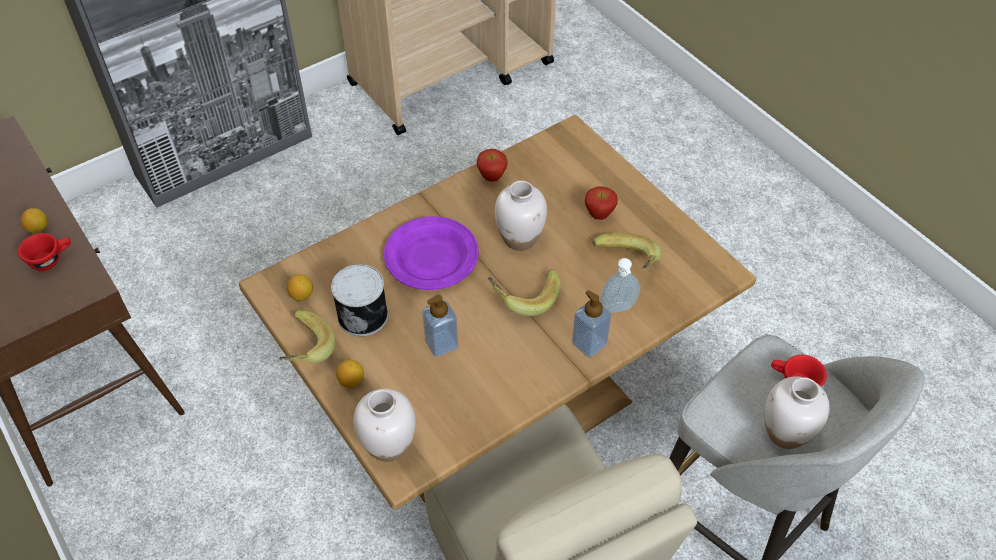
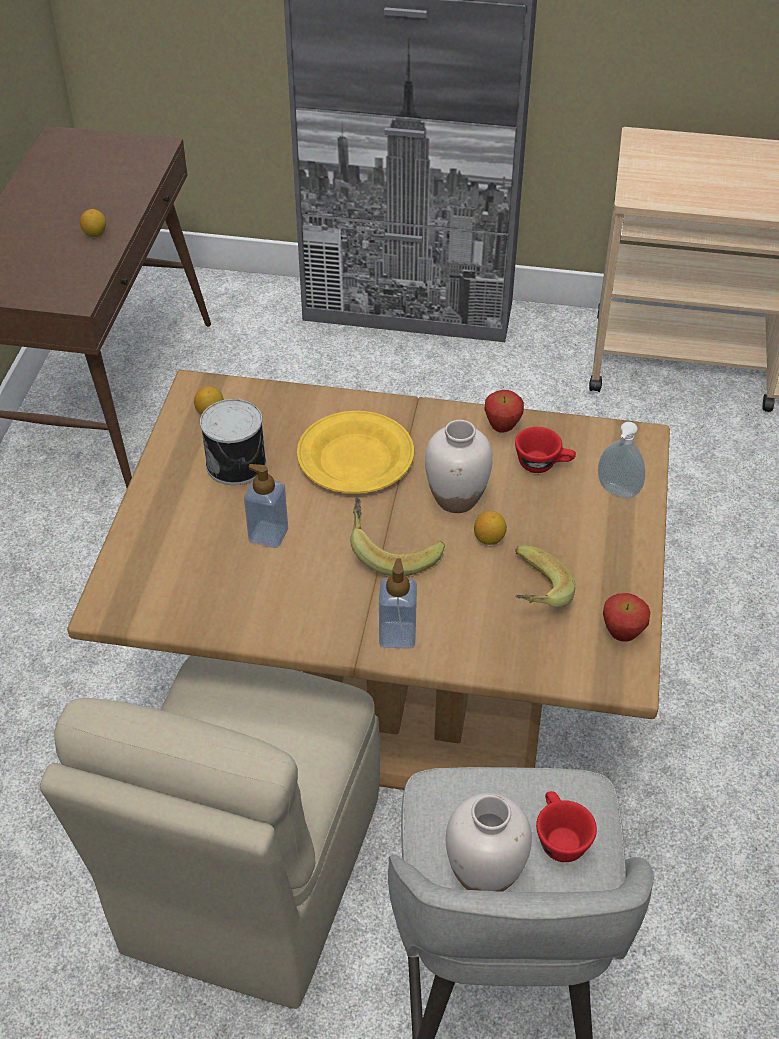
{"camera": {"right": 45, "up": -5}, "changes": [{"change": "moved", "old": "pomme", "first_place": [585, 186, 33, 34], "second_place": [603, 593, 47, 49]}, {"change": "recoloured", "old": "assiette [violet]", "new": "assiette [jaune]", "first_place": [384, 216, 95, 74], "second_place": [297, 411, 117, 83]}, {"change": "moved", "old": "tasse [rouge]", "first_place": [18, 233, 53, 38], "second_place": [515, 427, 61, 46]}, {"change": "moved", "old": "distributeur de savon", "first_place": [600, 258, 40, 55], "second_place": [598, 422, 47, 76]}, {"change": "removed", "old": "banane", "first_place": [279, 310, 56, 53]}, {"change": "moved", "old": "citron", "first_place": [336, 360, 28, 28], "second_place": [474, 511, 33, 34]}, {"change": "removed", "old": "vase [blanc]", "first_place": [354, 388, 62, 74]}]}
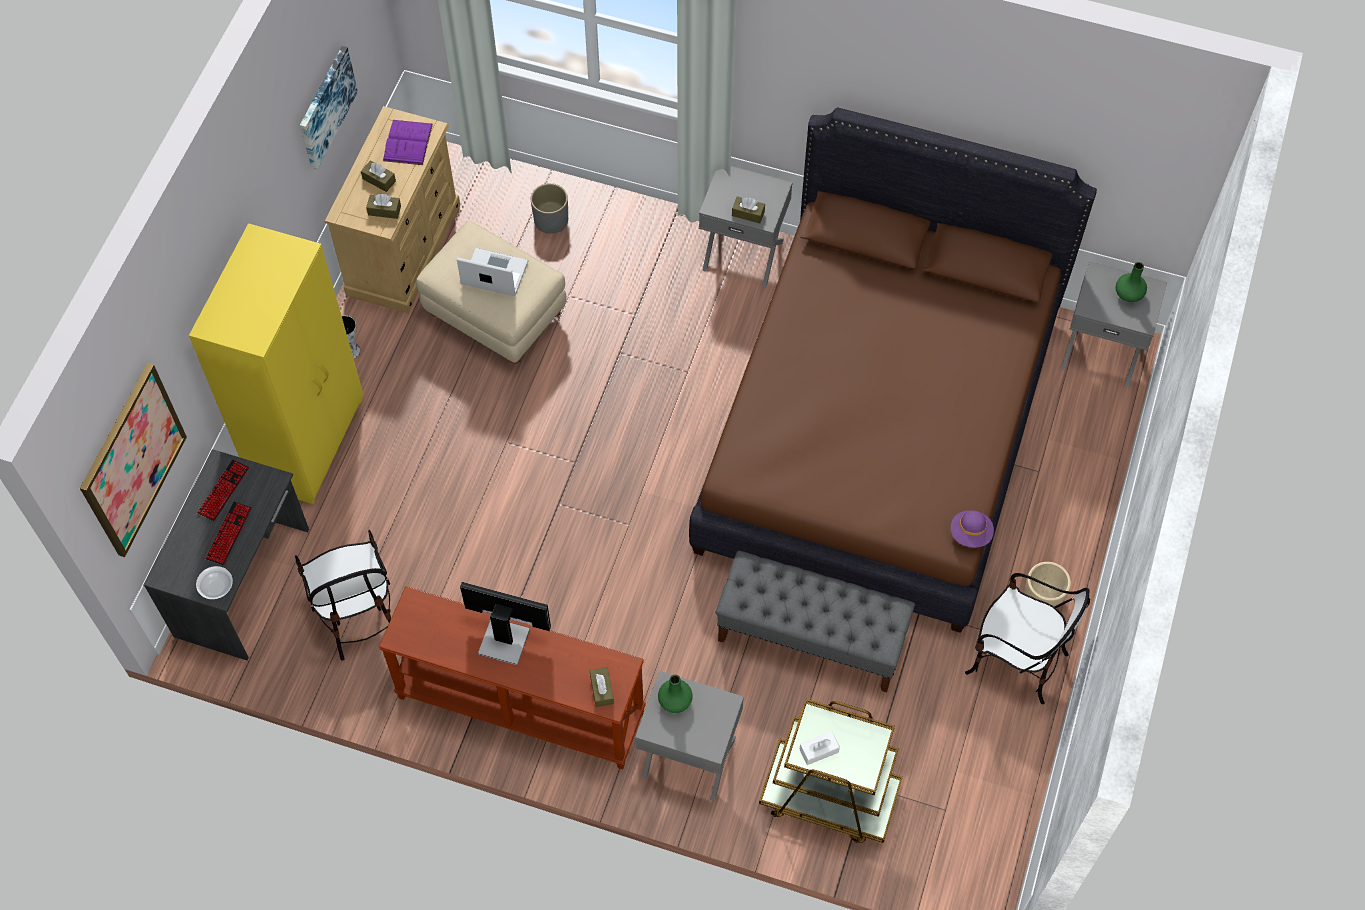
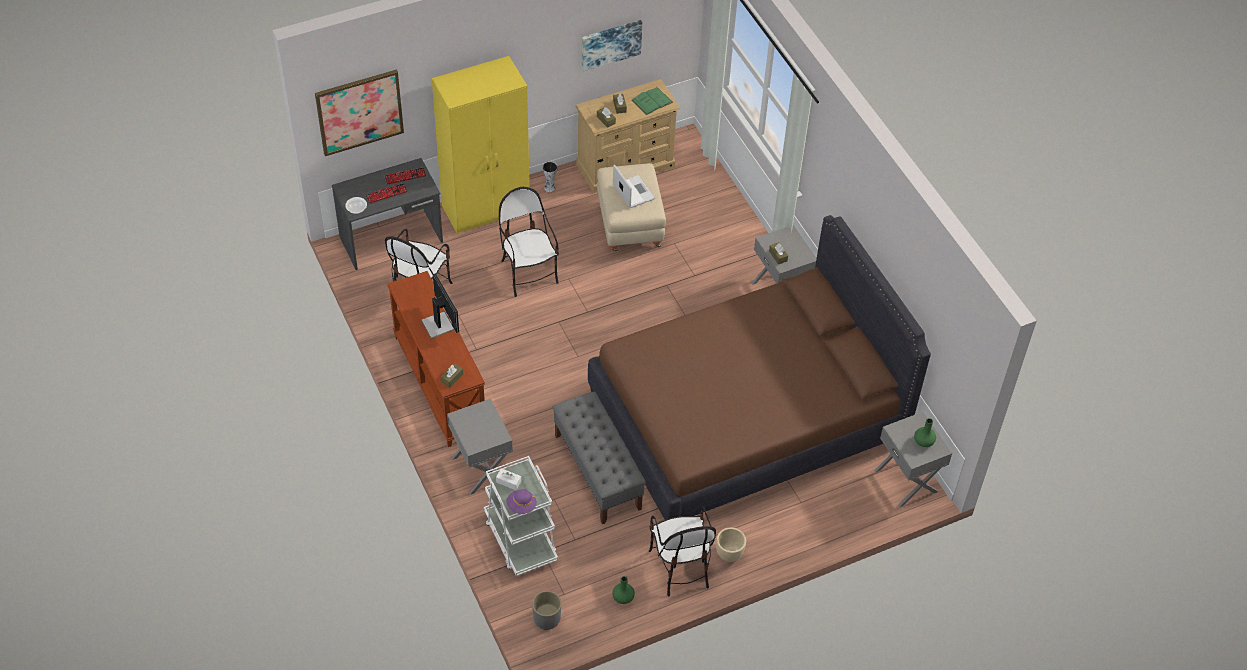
{"camera": {"right": 45, "up": -10}, "changes": [{"change": "recoloured", "old": "livre [violet]", "new": "livre [vert]", "first_place": [383, 120, 50, 45], "second_place": [631, 87, 42, 28]}, {"change": "moved", "old": "cache-pot [gris]", "first_place": [531, 183, 37, 51], "second_place": [532, 591, 29, 39]}, {"change": "moved", "old": "chapeau [violet]", "first_place": [951, 511, 43, 36], "second_place": [506, 489, 31, 25]}, {"change": "moved", "old": "vase [vert]", "first_place": [658, 675, 35, 38], "second_place": [612, 576, 23, 28]}, {"change": "recoloured", "old": "chariot [marron]", "new": "chariot [blanc]", "first_place": [759, 699, 144, 144], "second_place": [484, 456, 74, 120]}, {"change": "added", "new": "chaise", "second_place": [499, 187, 60, 110]}]}
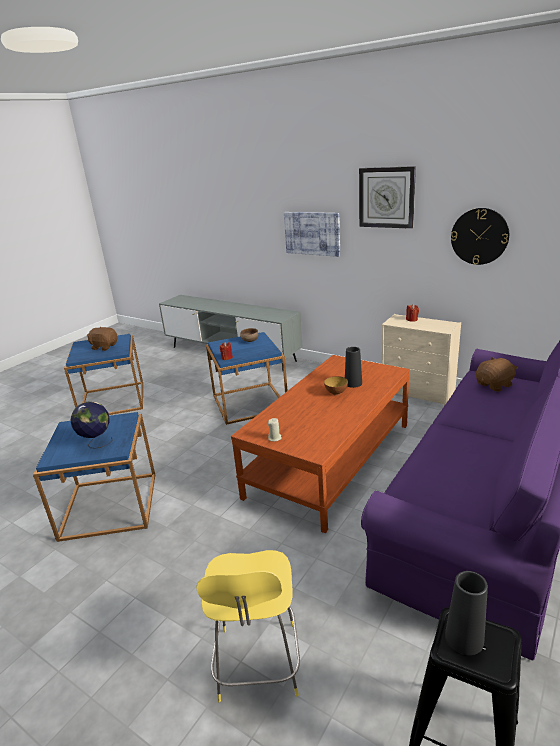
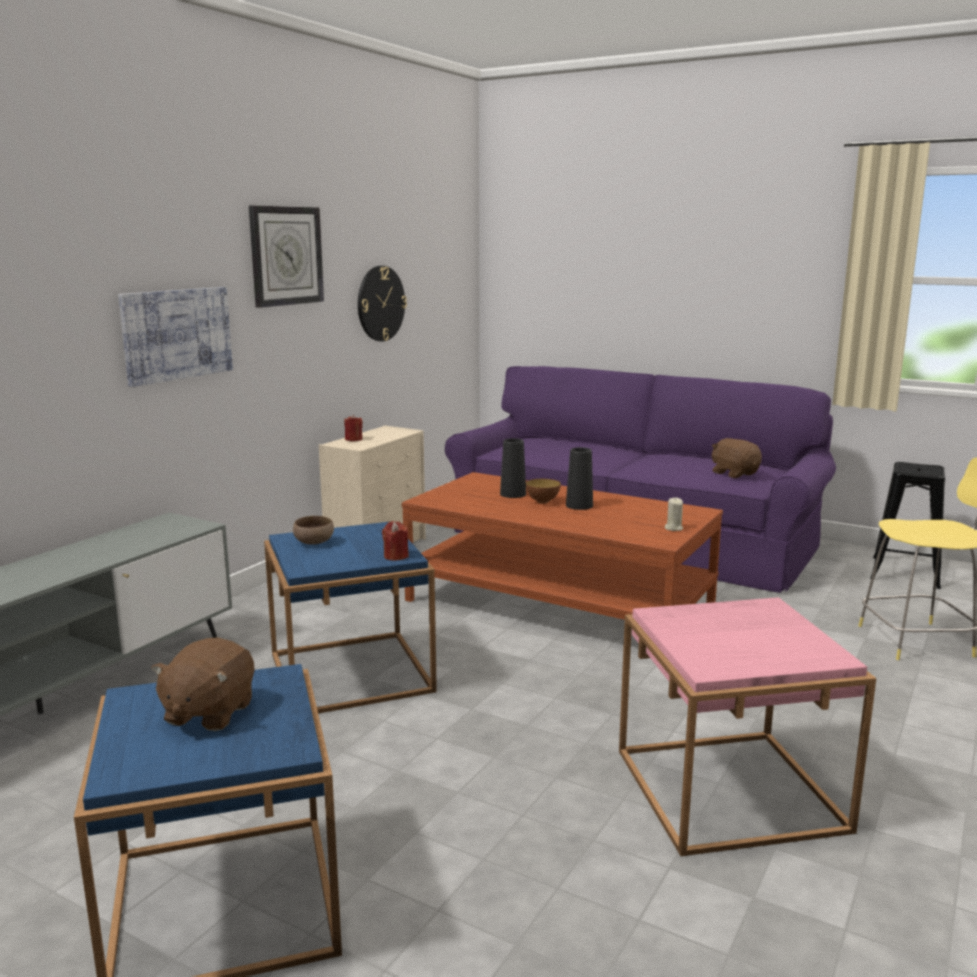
{"camera": {"right": -95, "up": -10}, "changes": [{"change": "moved", "old": "peluche [marron]", "first_place": [476, 357, 42, 35], "second_place": [711, 438, 51, 40]}, {"change": "removed", "old": "globe", "first_place": [70, 402, 42, 47]}, {"change": "recoloured", "old": "table d'appoint [bleu]", "new": "table d'appoint [rose]", "first_place": [33, 412, 122, 130], "second_place": [619, 597, 257, 259]}, {"change": "moved", "old": "vase [noir]", "first_place": [445, 571, 43, 84], "second_place": [566, 447, 27, 63]}]}
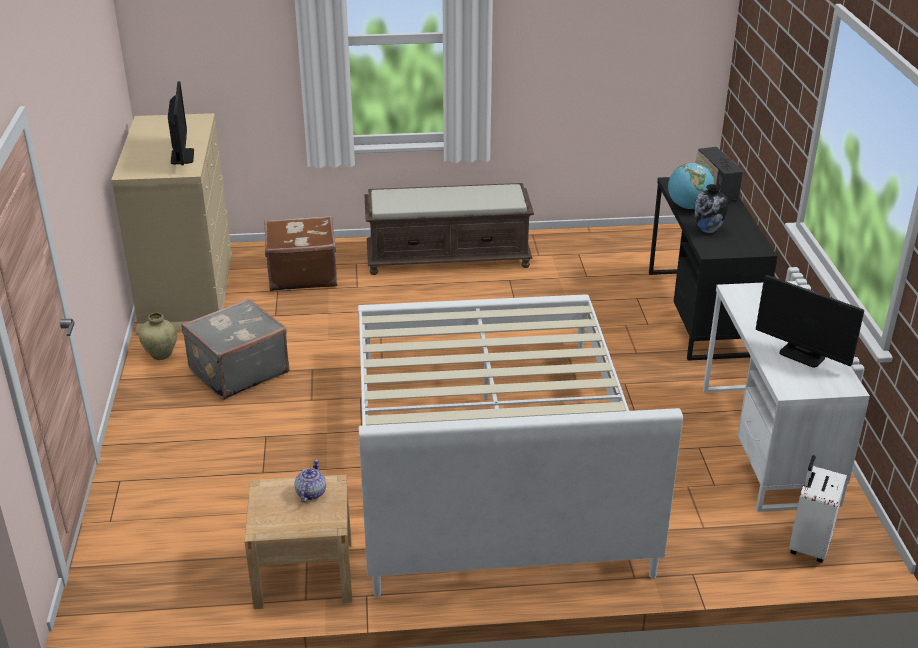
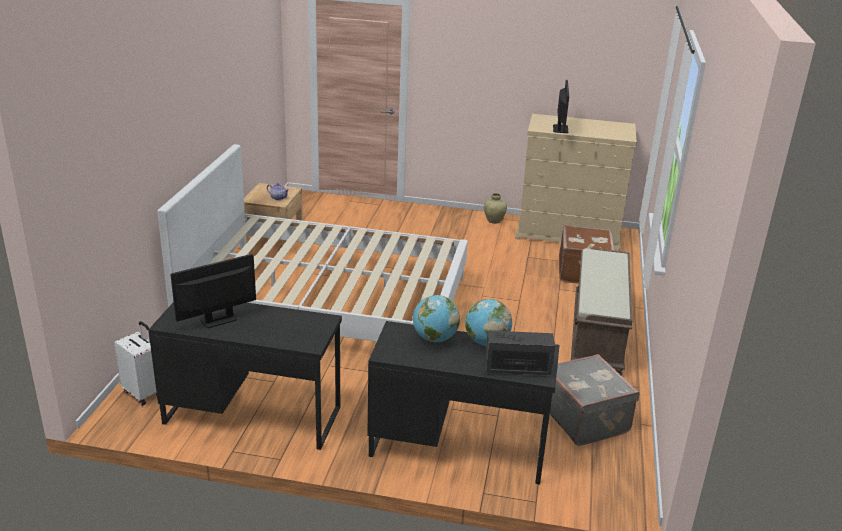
{"camera": {"right": 105, "up": -5}, "changes": [{"change": "turned", "old": "écran d'ordinateur", "first_place": [168, 81, 26, 84], "second_place": [553, 80, 16, 53], "degrees": -90}, {"change": "replaced", "old": "vase", "new": "globe", "first_place": [695, 184, 33, 49], "second_place": [413, 295, 47, 47]}, {"change": "recoloured", "old": "bureau [blanc]", "new": "bureau [noir]", "first_place": [703, 281, 167, 231], "second_place": [148, 302, 194, 148]}, {"change": "moved", "old": "valise [gris]", "first_place": [181, 298, 108, 102], "second_place": [550, 354, 89, 92]}]}
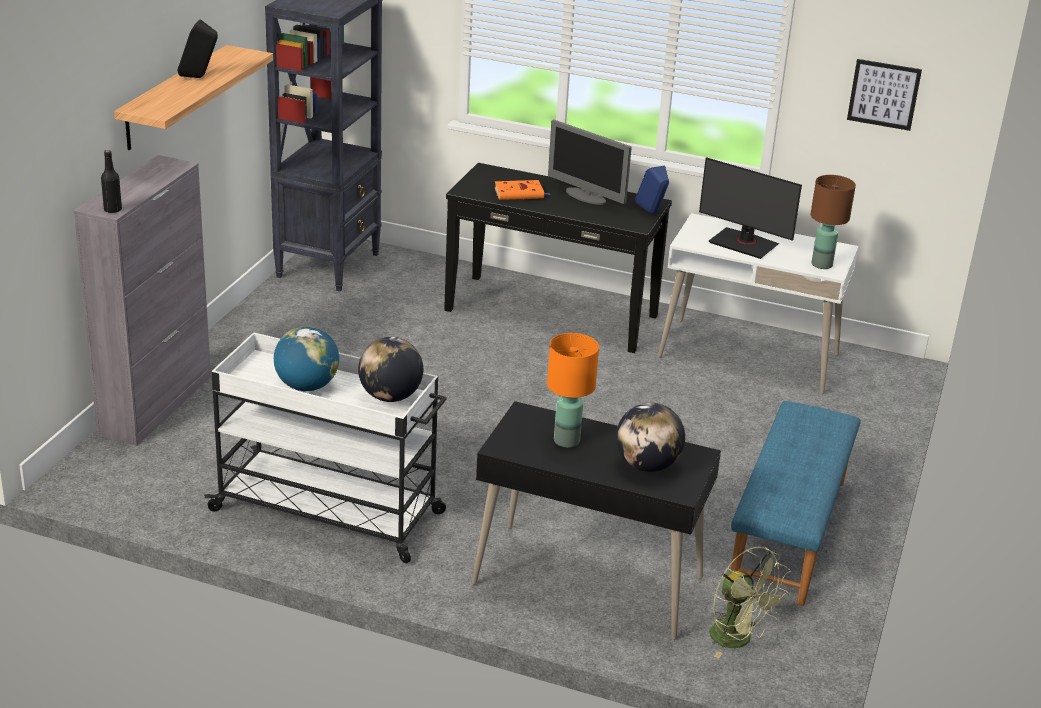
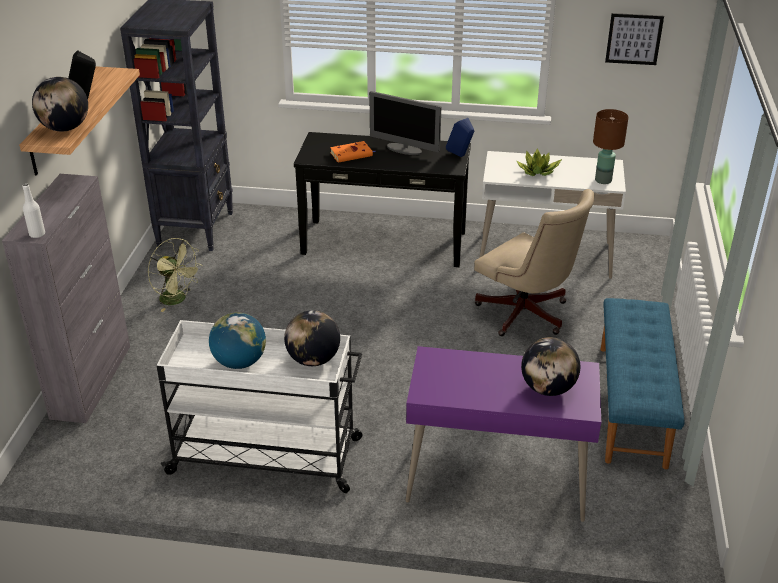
{"camera": {"right": -10, "up": 5}, "changes": [{"change": "recoloured", "old": "bouteille [noir]", "new": "bouteille [blanc]", "first_place": [101, 150, 21, 63], "second_place": [22, 184, 23, 54]}, {"change": "replaced", "old": "écran d'ordinateur", "new": "plante en pot", "first_place": [699, 157, 103, 102], "second_place": [517, 148, 45, 28]}, {"change": "removed", "old": "lampe de table [orange]", "first_place": [547, 333, 52, 115]}, {"change": "recoloured", "old": "bureau [noir]", "new": "bureau [violet]", "first_place": [472, 401, 249, 239], "second_place": [406, 346, 195, 176]}, {"change": "moved", "old": "ventilateur [vert]", "first_place": [709, 547, 81, 111], "second_place": [148, 238, 54, 74]}, {"change": "added", "new": "globe", "second_place": [32, 77, 56, 54]}, {"change": "added", "new": "chaise de bureau [beige]", "second_place": [474, 189, 121, 147]}]}
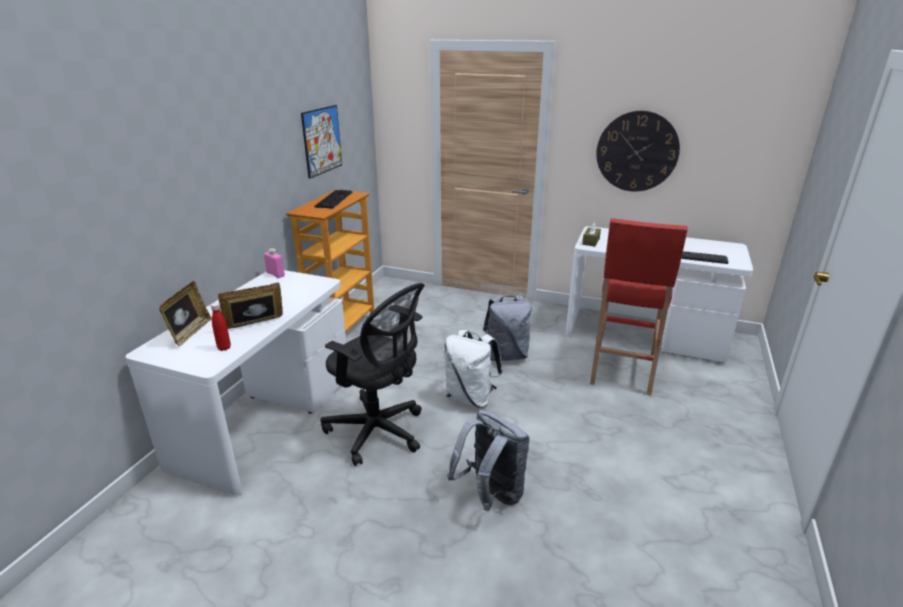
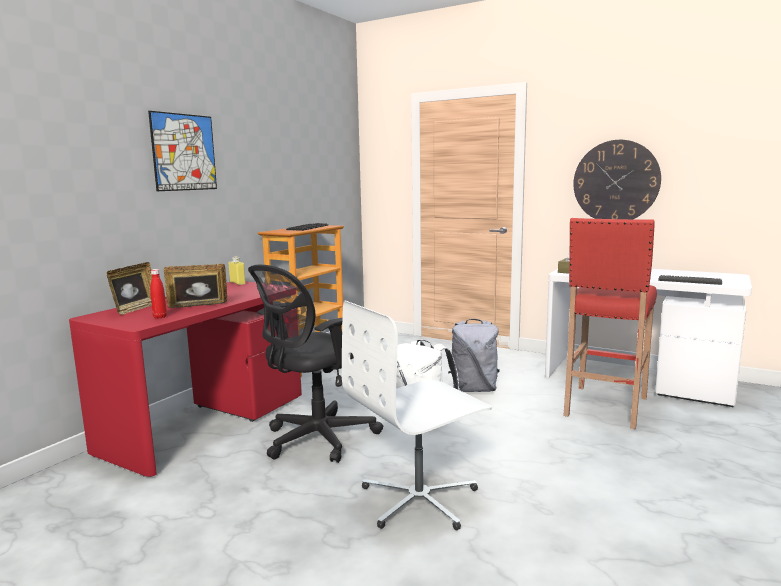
{"camera": {"right": 10, "up": -15}, "changes": [{"change": "moved", "old": "tableau", "first_place": [301, 105, 41, 74], "second_place": [148, 111, 69, 80]}, {"change": "recoloured", "old": "bouteille [rose]", "new": "bouteille [jaune]", "first_place": [264, 248, 21, 30], "second_place": [229, 256, 17, 29]}, {"change": "recoloured", "old": "bureau [blanc]", "new": "bureau [rouge]", "first_place": [125, 270, 221, 225], "second_place": [69, 281, 233, 196]}, {"change": "turned", "old": "chaise de bureau [noir]", "first_place": [321, 283, 104, 183], "second_place": [248, 265, 135, 198], "degrees": 90}, {"change": "replaced", "old": "sac à dos [gris]", "new": "chaise de bureau [blanc]", "first_place": [447, 410, 83, 101], "second_place": [342, 300, 150, 230]}]}
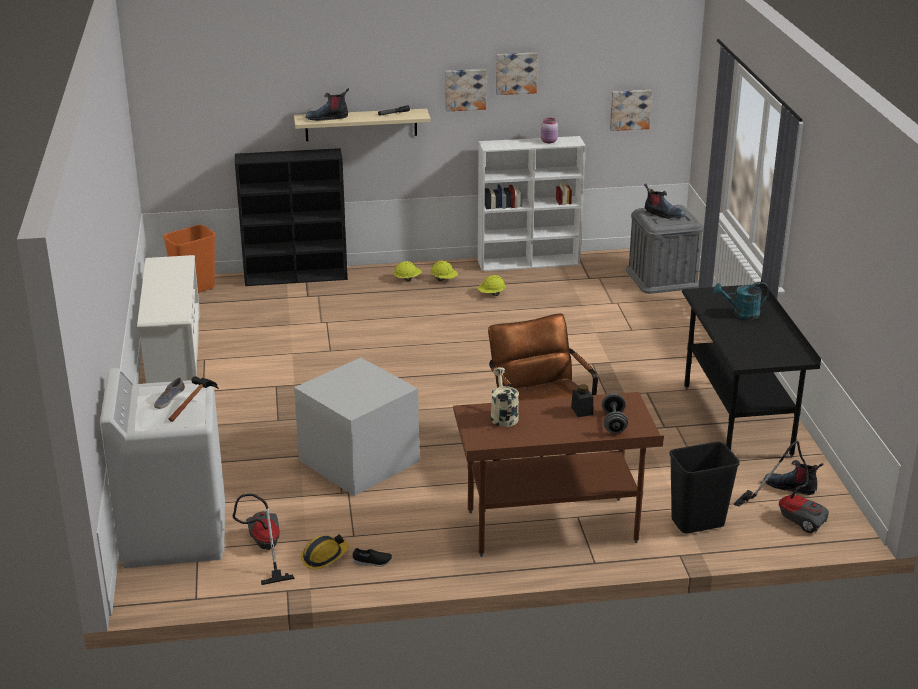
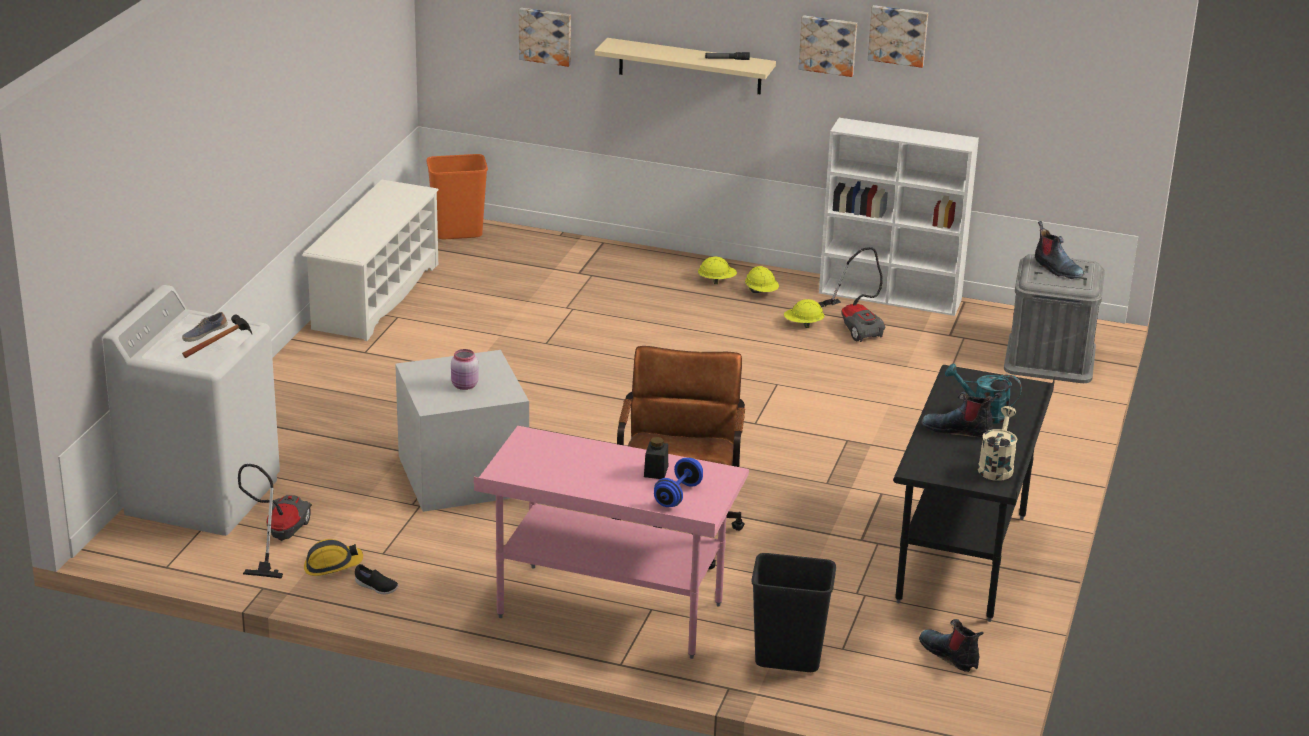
{"camera": {"right": 25, "up": 0}, "changes": [{"change": "moved", "old": "botte", "first_place": [305, 88, 44, 33], "second_place": [921, 392, 79, 45]}, {"change": "moved", "old": "tableau", "first_place": [610, 90, 42, 41], "second_place": [519, 8, 52, 59]}, {"change": "moved", "old": "bocal [rose]", "first_place": [541, 118, 17, 25], "second_place": [451, 349, 28, 41]}, {"change": "removed", "old": "bibliothèque [noir]", "first_place": [235, 148, 113, 138]}, {"change": "moved", "old": "arrosoir [beige]", "first_place": [491, 367, 28, 60], "second_place": [978, 406, 40, 75]}, {"change": "recoloured", "old": "bureau [marron]", "new": "bureau [rose]", "first_place": [453, 392, 211, 165], "second_place": [474, 426, 275, 233]}, {"change": "recoloured", "old": "haltère [gris]", "new": "haltère [bleu]", "first_place": [602, 393, 26, 41], "second_place": [654, 458, 49, 49]}, {"change": "moved", "old": "aspirateur", "first_place": [734, 441, 95, 92], "second_place": [818, 247, 67, 95]}]}
